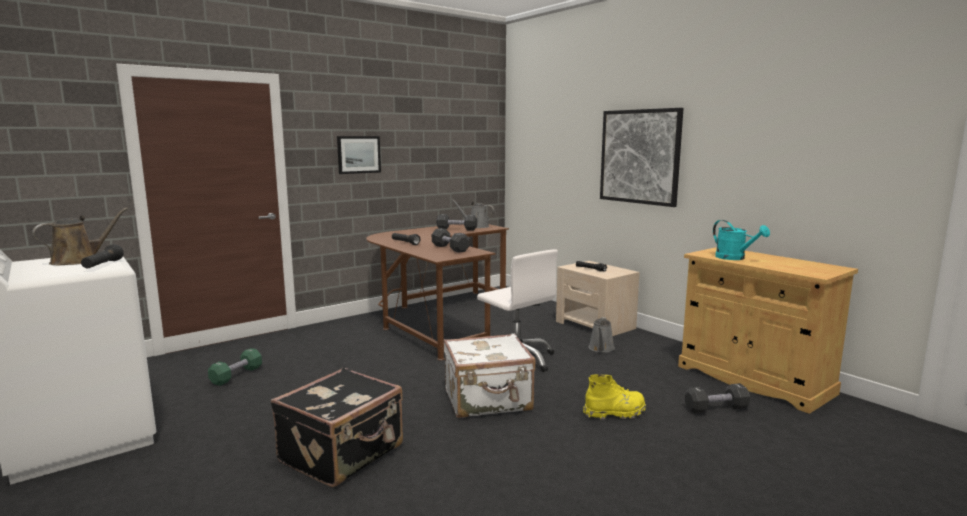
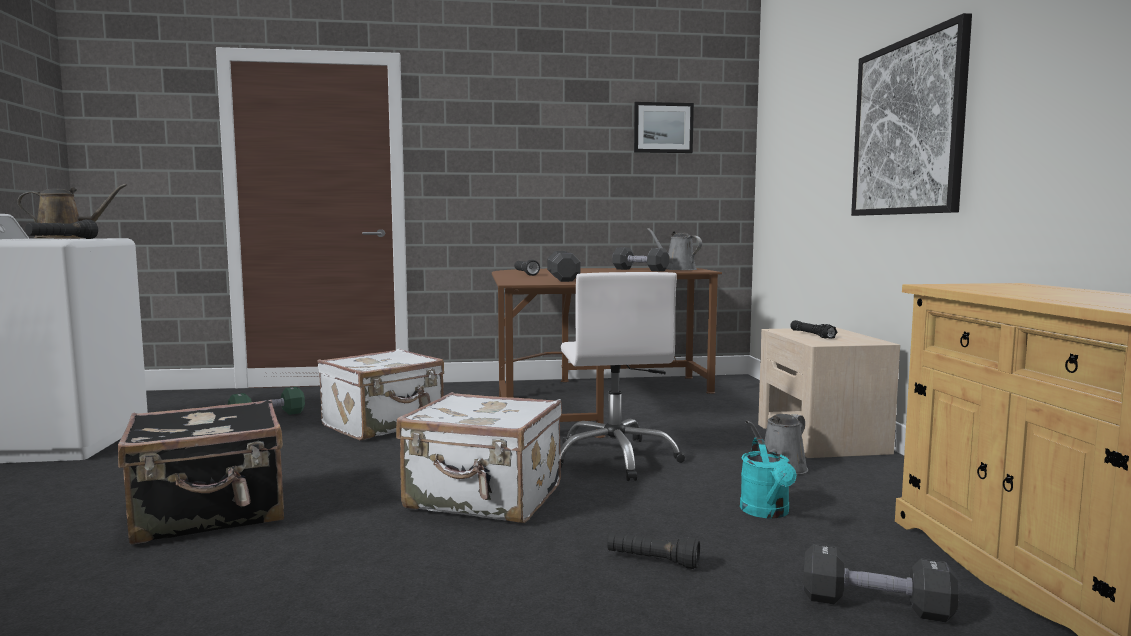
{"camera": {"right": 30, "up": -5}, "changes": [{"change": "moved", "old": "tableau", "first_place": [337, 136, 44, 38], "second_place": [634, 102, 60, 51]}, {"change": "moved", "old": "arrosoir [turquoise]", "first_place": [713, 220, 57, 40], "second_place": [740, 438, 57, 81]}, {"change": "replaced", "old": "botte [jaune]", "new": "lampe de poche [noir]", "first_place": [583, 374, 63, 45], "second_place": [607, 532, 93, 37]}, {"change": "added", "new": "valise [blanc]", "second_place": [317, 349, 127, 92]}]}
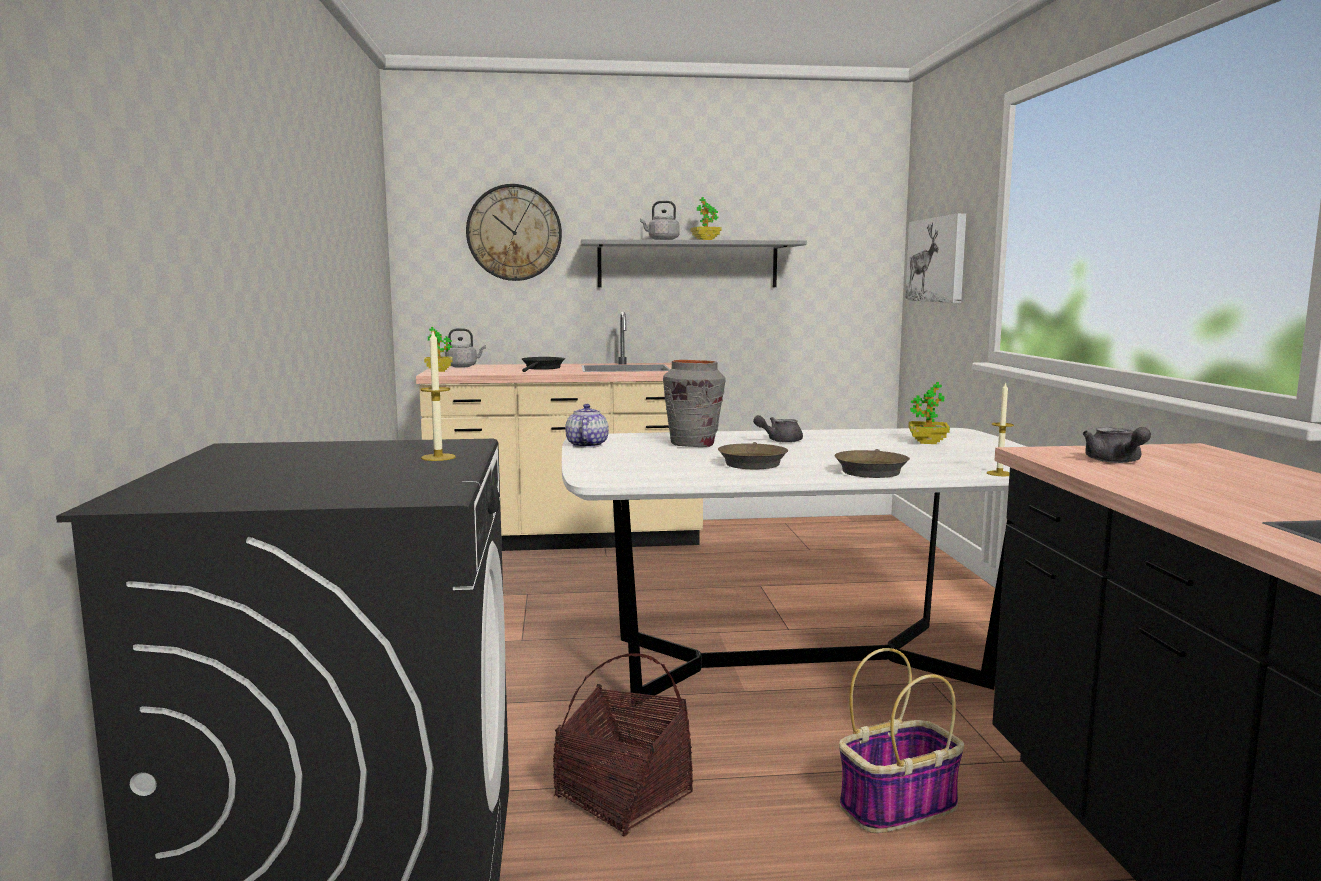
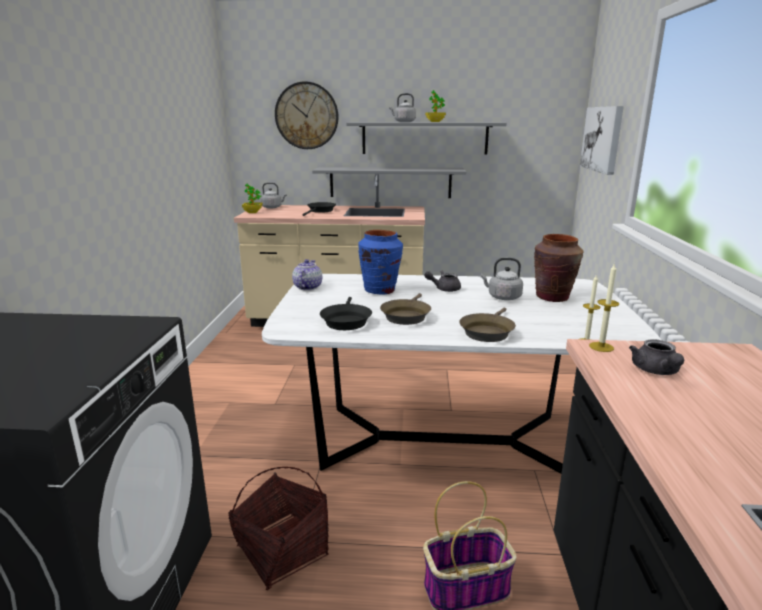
{"camera": {"right": 10, "up": 10}, "changes": [{"change": "moved", "old": "bougie", "first_place": [420, 332, 36, 129], "second_place": [589, 263, 30, 89]}, {"change": "recoloured", "old": "vase [gris]", "new": "vase [bleu]", "first_place": [663, 360, 62, 87], "second_place": [358, 230, 45, 65]}, {"change": "replaced", "old": "plante en pot", "new": "vase [marron]", "first_place": [908, 382, 42, 62], "second_place": [534, 234, 49, 68]}, {"change": "added", "new": "étagère [gris]", "second_place": [312, 167, 154, 31]}, {"change": "added", "new": "bouilloire [gris]", "second_place": [480, 258, 43, 42]}, {"change": "added", "new": "poêle [noir]", "second_place": [320, 297, 52, 33]}]}
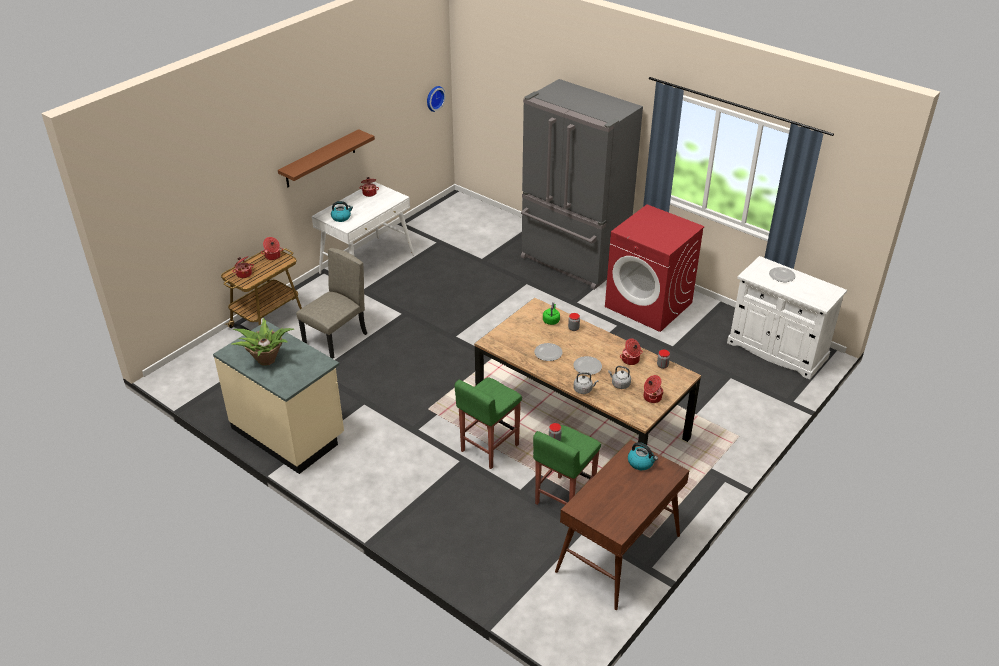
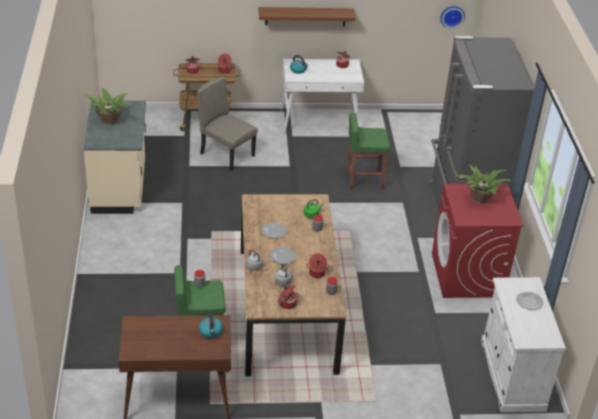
{"camera": {"right": 45, "up": 0}, "changes": [{"change": "turned", "old": "chaise [beige]", "first_place": [296, 248, 71, 111], "second_place": [197, 77, 61, 94], "degrees": -135}, {"change": "moved", "old": "tabouret [vert]", "first_place": [455, 377, 67, 92], "second_place": [347, 112, 43, 78]}, {"change": "added", "new": "plante en pot", "second_place": [454, 164, 57, 40]}]}
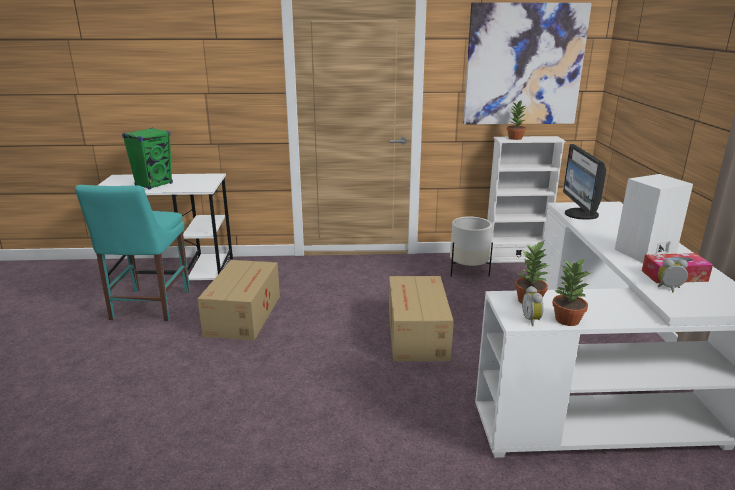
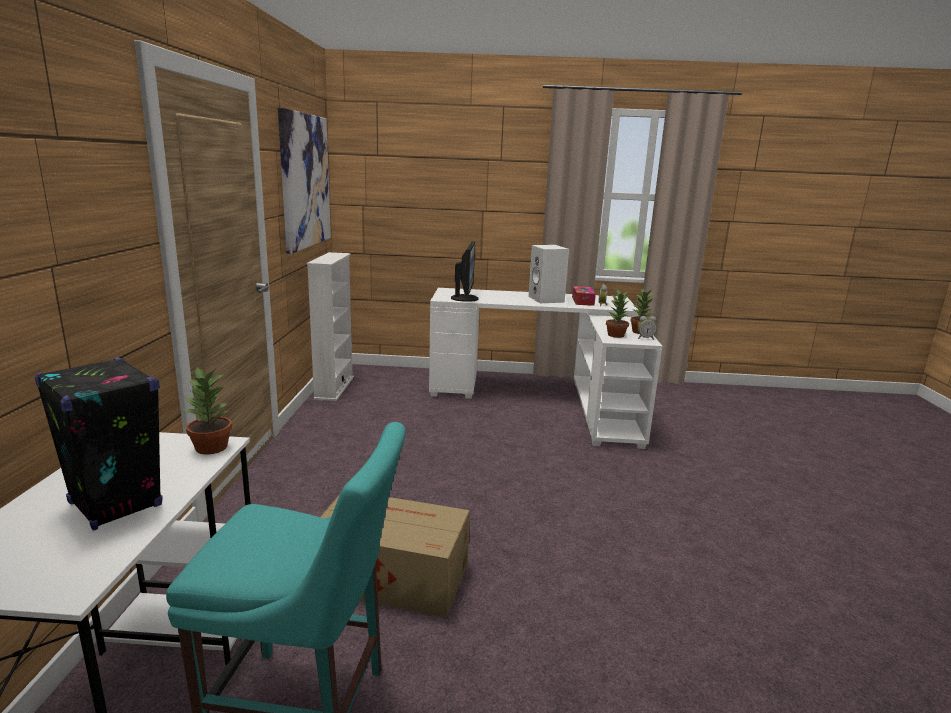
{"camera": {"right": -85, "up": -5}, "changes": [{"change": "moved", "old": "plante en pot", "first_place": [507, 100, 20, 40], "second_place": [182, 367, 50, 87]}, {"change": "recoloured", "old": "enceinte [vert]", "new": "enceinte [noir]", "first_place": [122, 127, 51, 63], "second_place": [35, 357, 128, 174]}, {"change": "turned", "old": "écran d'ordinateur", "first_place": [563, 144, 44, 76], "second_place": [451, 241, 28, 61], "degrees": -90}, {"change": "removed", "old": "cache-pot [blanc]", "first_place": [450, 216, 43, 61]}, {"change": "removed", "old": "carton", "first_place": [389, 276, 65, 85]}]}
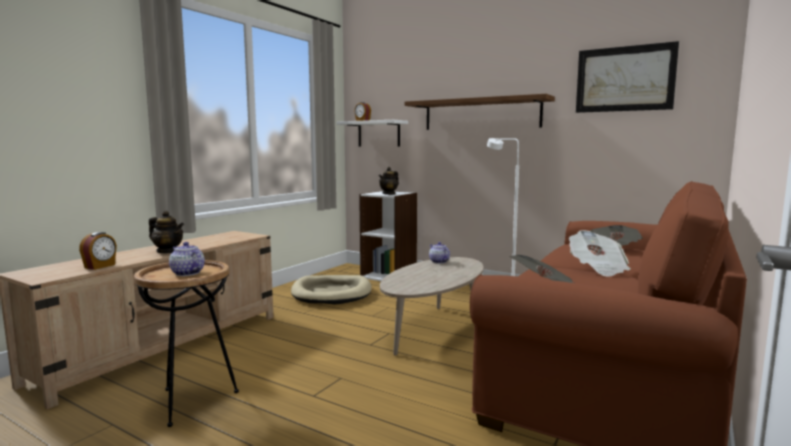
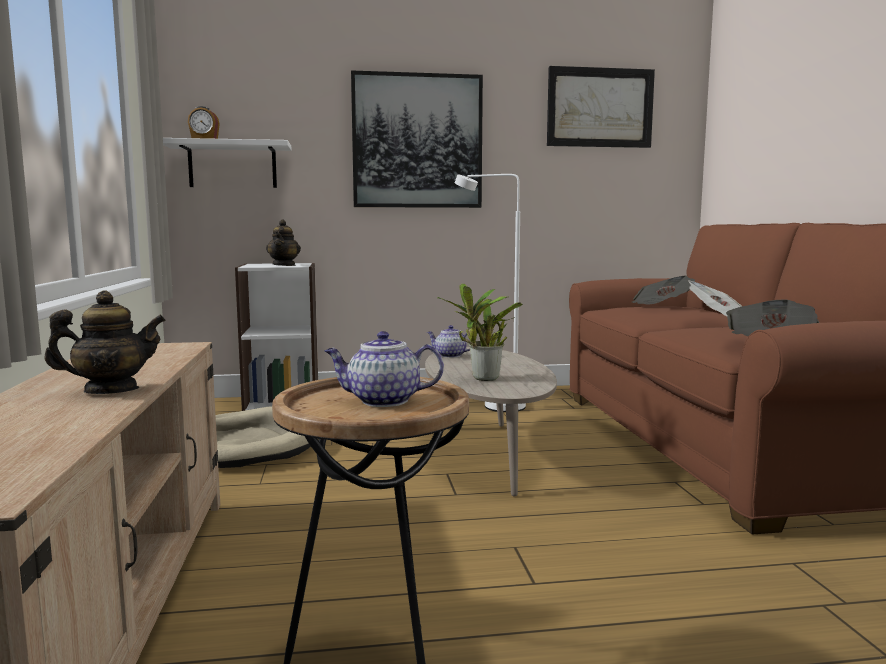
{"camera": {"right": -40, "up": 0}, "changes": [{"change": "replaced", "old": "étagère", "new": "tableau", "first_place": [405, 94, 150, 36], "second_place": [351, 70, 132, 138]}, {"change": "removed", "old": "réveil", "first_place": [79, 232, 38, 38]}, {"change": "added", "new": "plante en pot", "second_place": [437, 283, 86, 98]}]}
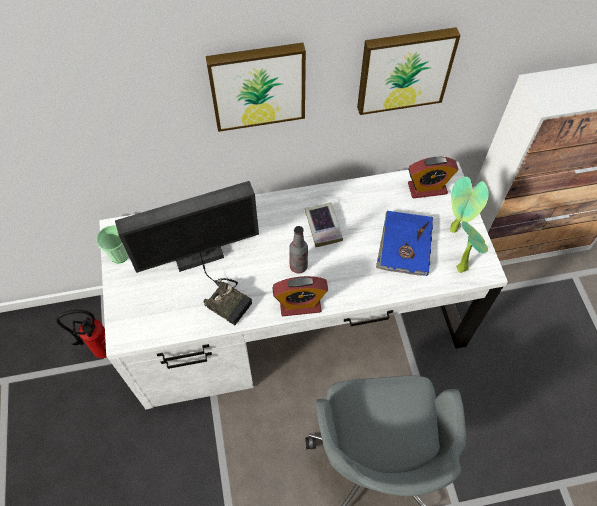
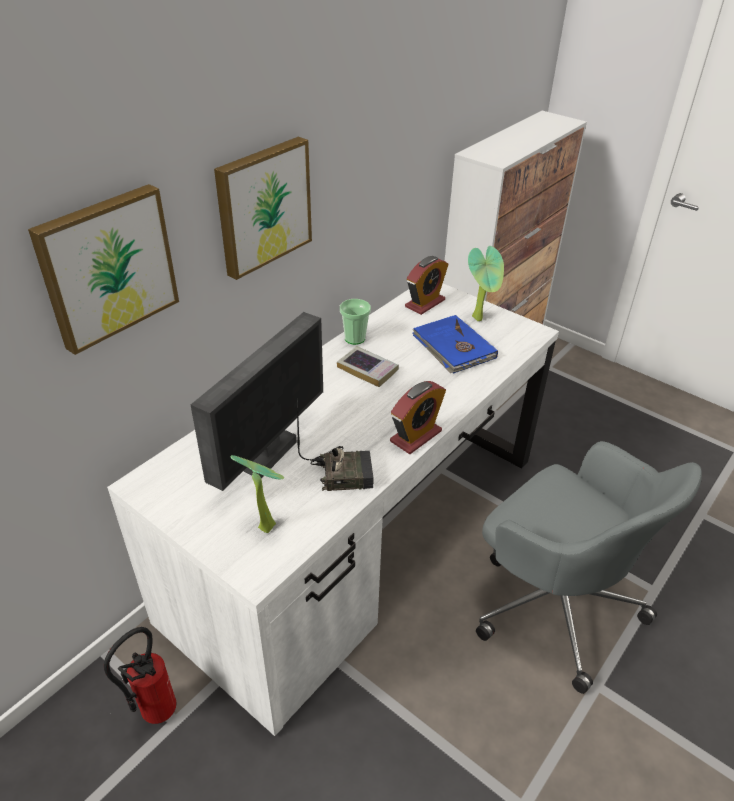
{"camera": {"right": -40, "up": -20}, "changes": [{"change": "moved", "old": "tableau", "first_place": [357, 27, 104, 88], "second_place": [28, 184, 151, 171]}, {"change": "moved", "old": "plante en pot", "first_place": [456, 221, 32, 52], "second_place": [230, 455, 54, 78]}, {"change": "moved", "old": "tasse", "first_place": [96, 225, 33, 38], "second_place": [340, 299, 31, 46]}, {"change": "removed", "old": "bouteille", "first_place": [289, 226, 19, 48]}]}
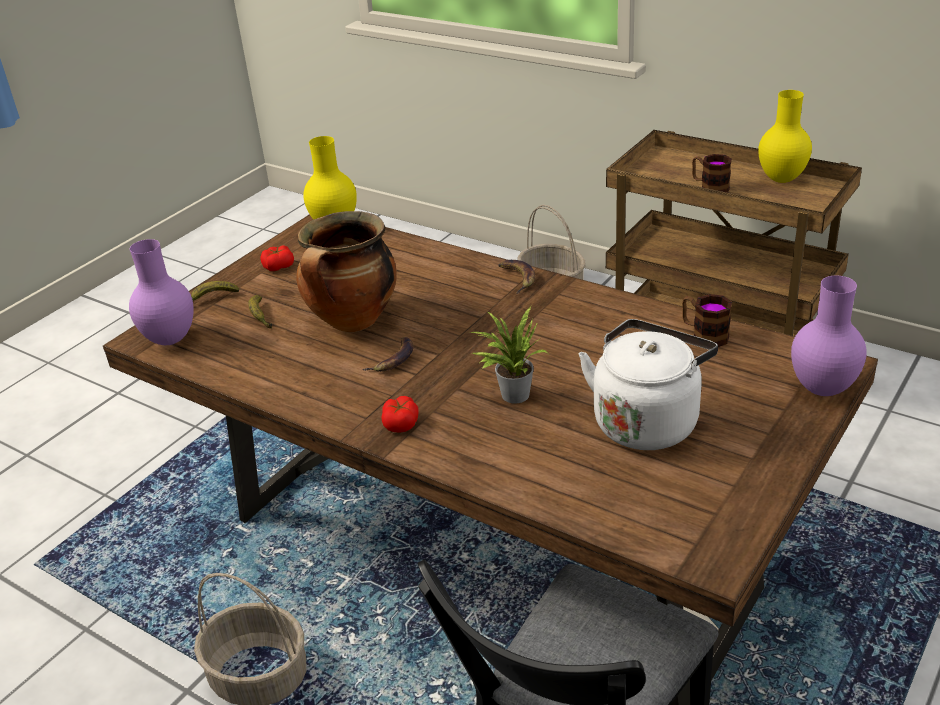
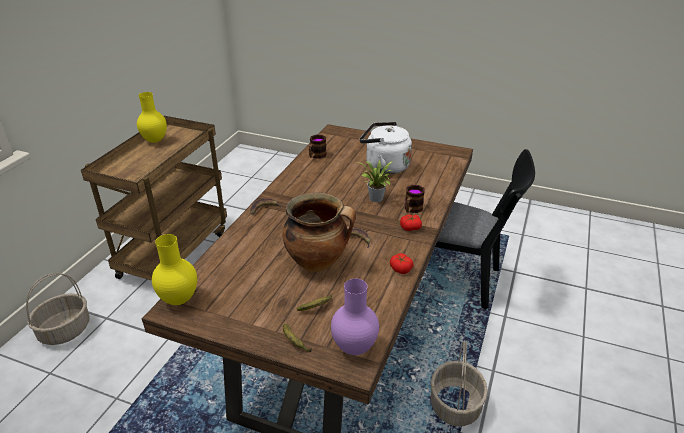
{"camera": {"right": -105, "up": 0}, "changes": [{"change": "moved", "old": "mug", "first_place": [692, 154, 40, 39], "second_place": [405, 185, 20, 28]}, {"change": "moved", "old": "tomate", "first_place": [260, 245, 34, 26], "second_place": [390, 253, 24, 21]}, {"change": "removed", "old": "vase [violet]", "first_place": [791, 276, 76, 120]}]}
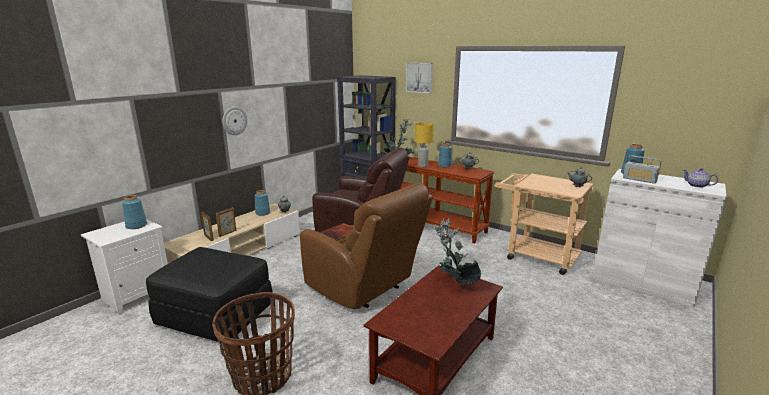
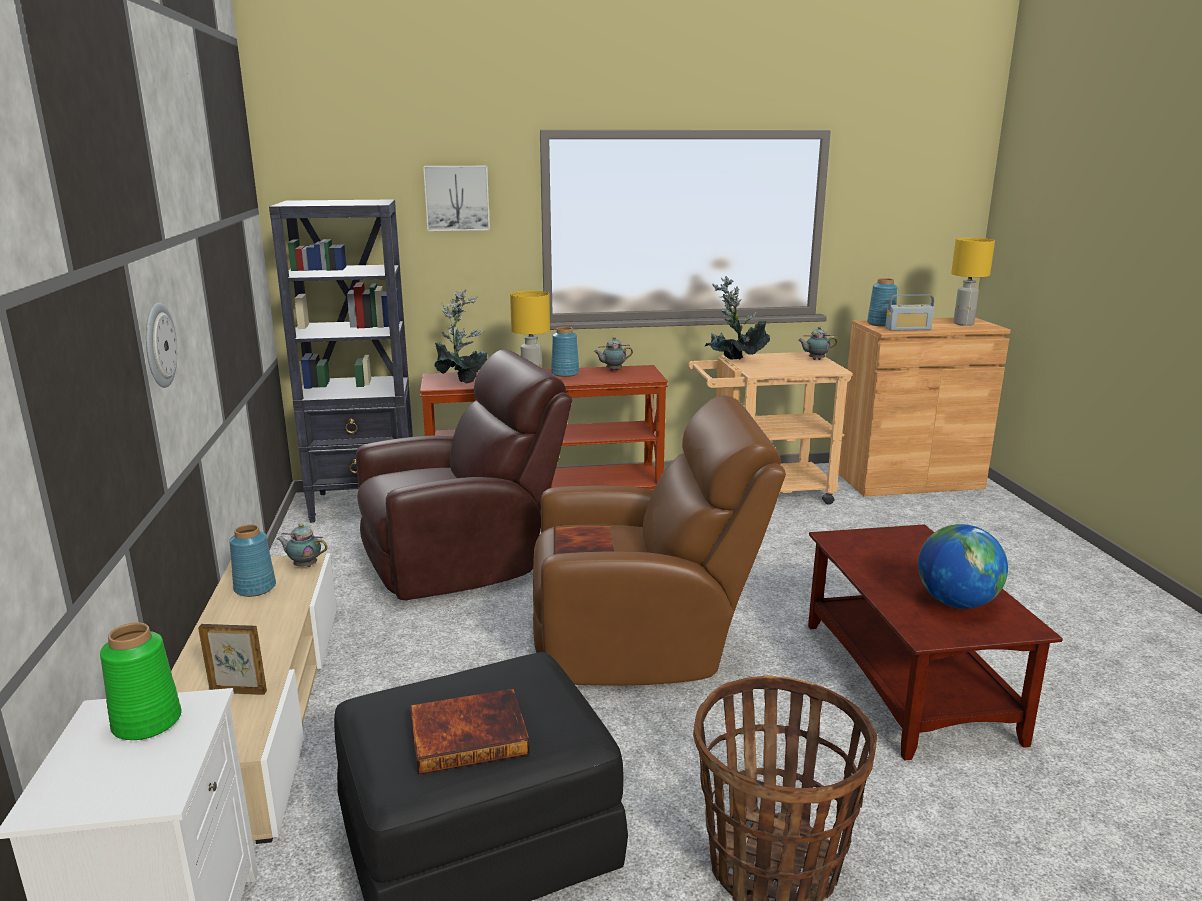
{"camera": {"right": -45, "up": 0}, "changes": [{"change": "replaced", "old": "théière", "new": "lampe de table [jaune]", "first_place": [683, 168, 35, 20], "second_place": [951, 238, 44, 88]}, {"change": "recoloured", "old": "meuble de rangement [blanc]", "new": "meuble de rangement [marron]", "first_place": [592, 169, 134, 139], "second_place": [838, 317, 173, 180]}, {"change": "recoloured", "old": "vase [bleu]", "new": "vase [vert]", "first_place": [122, 195, 25, 34], "second_place": [100, 622, 82, 118]}, {"change": "removed", "old": "cadre photo", "first_place": [216, 208, 20, 29]}, {"change": "moved", "old": "plante en pot", "first_place": [435, 218, 46, 67], "second_place": [704, 276, 66, 83]}, {"change": "added", "new": "globe", "second_place": [918, 524, 90, 85]}, {"change": "added", "new": "livre", "second_place": [410, 689, 120, 85]}]}
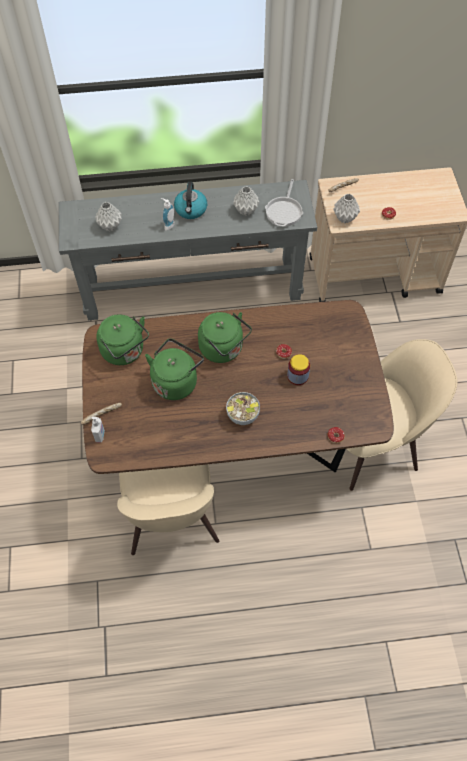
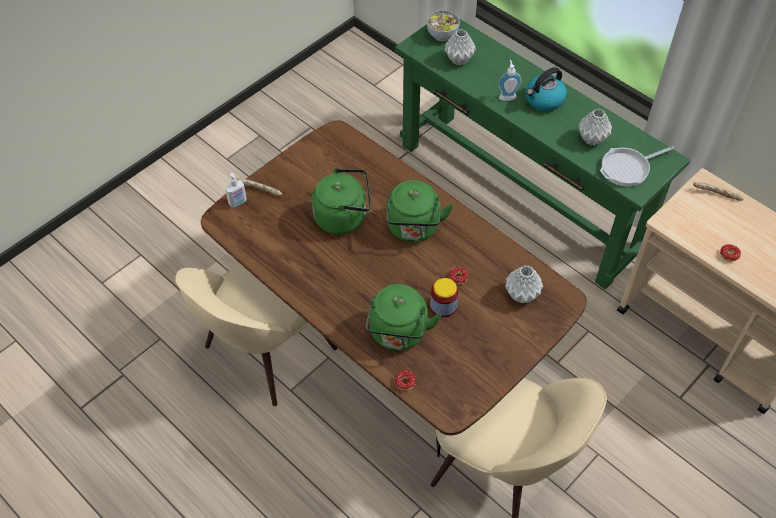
{"camera": {"right": 50, "up": -5}, "changes": [{"change": "recoloured", "old": "table console [gris]", "new": "table console [vert]", "first_place": [59, 180, 258, 140], "second_place": [395, 18, 295, 271]}, {"change": "moved", "old": "vase [gris]", "first_place": [333, 194, 27, 29], "second_place": [505, 265, 38, 39]}, {"change": "moved", "old": "bouilloire [vert]", "first_place": [96, 314, 53, 51], "second_place": [366, 284, 75, 67]}, {"change": "moved", "old": "bol", "first_place": [226, 392, 34, 33], "second_place": [427, 10, 33, 31]}]}
